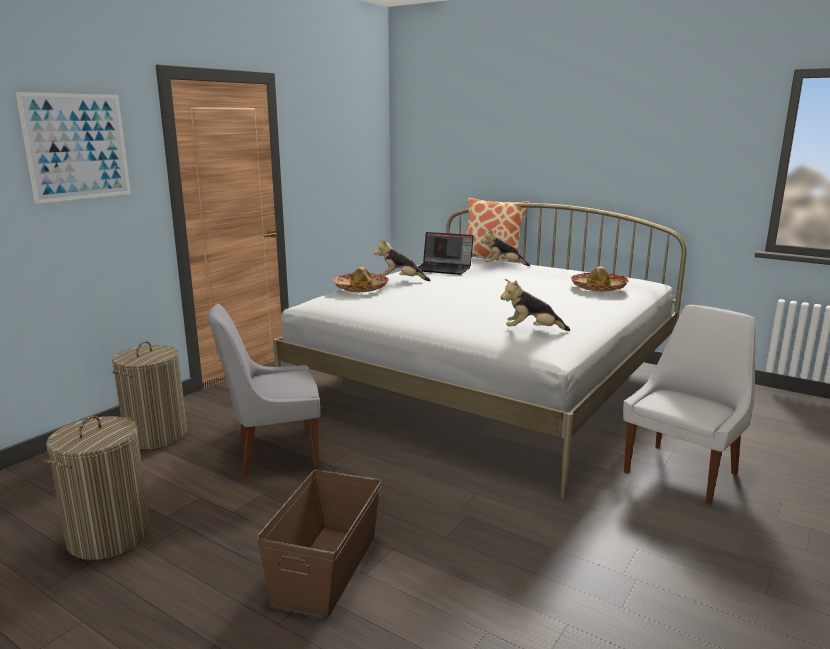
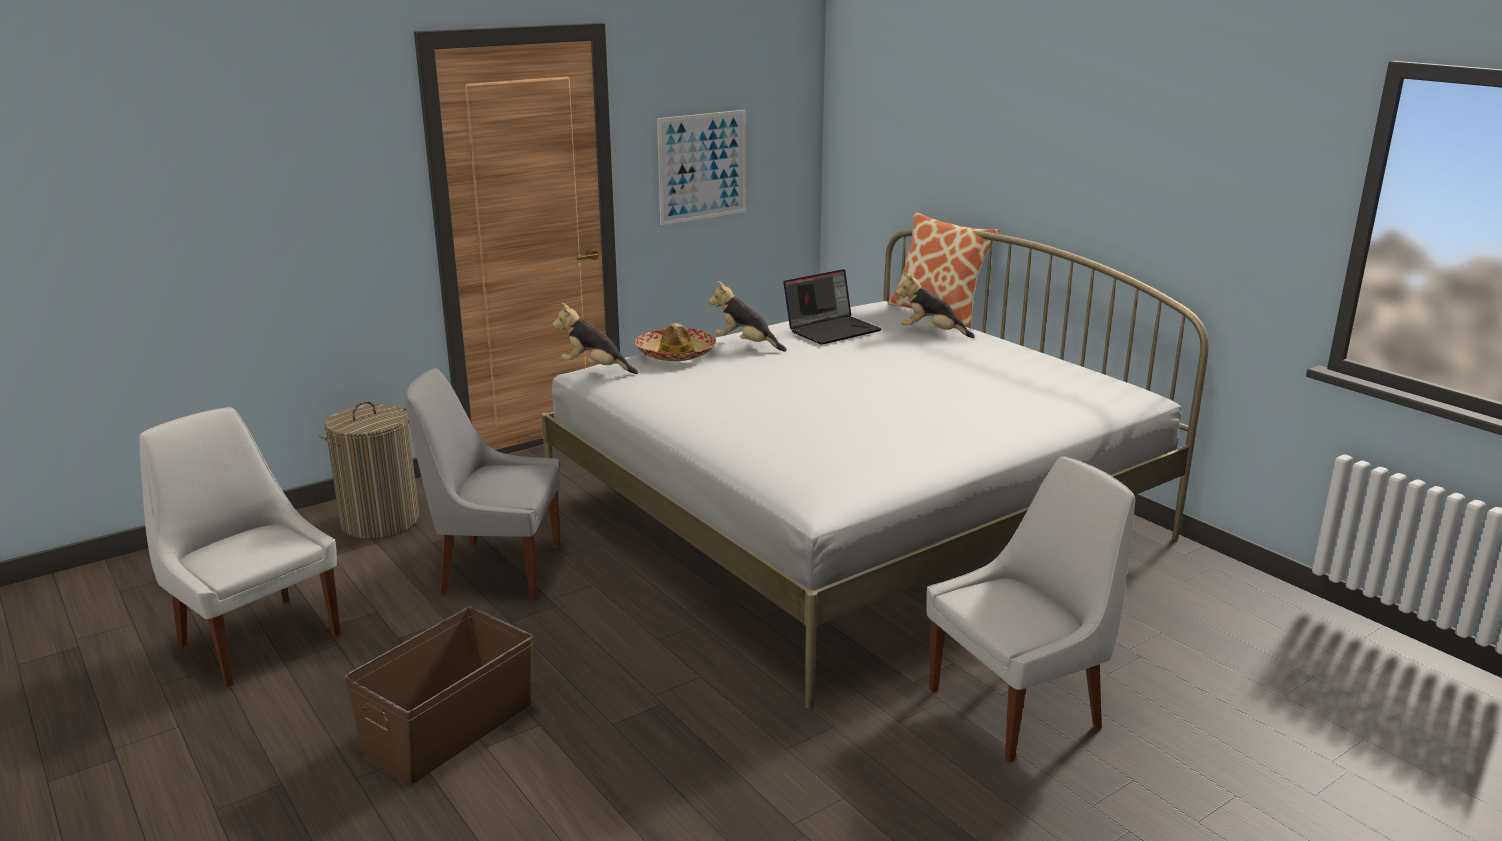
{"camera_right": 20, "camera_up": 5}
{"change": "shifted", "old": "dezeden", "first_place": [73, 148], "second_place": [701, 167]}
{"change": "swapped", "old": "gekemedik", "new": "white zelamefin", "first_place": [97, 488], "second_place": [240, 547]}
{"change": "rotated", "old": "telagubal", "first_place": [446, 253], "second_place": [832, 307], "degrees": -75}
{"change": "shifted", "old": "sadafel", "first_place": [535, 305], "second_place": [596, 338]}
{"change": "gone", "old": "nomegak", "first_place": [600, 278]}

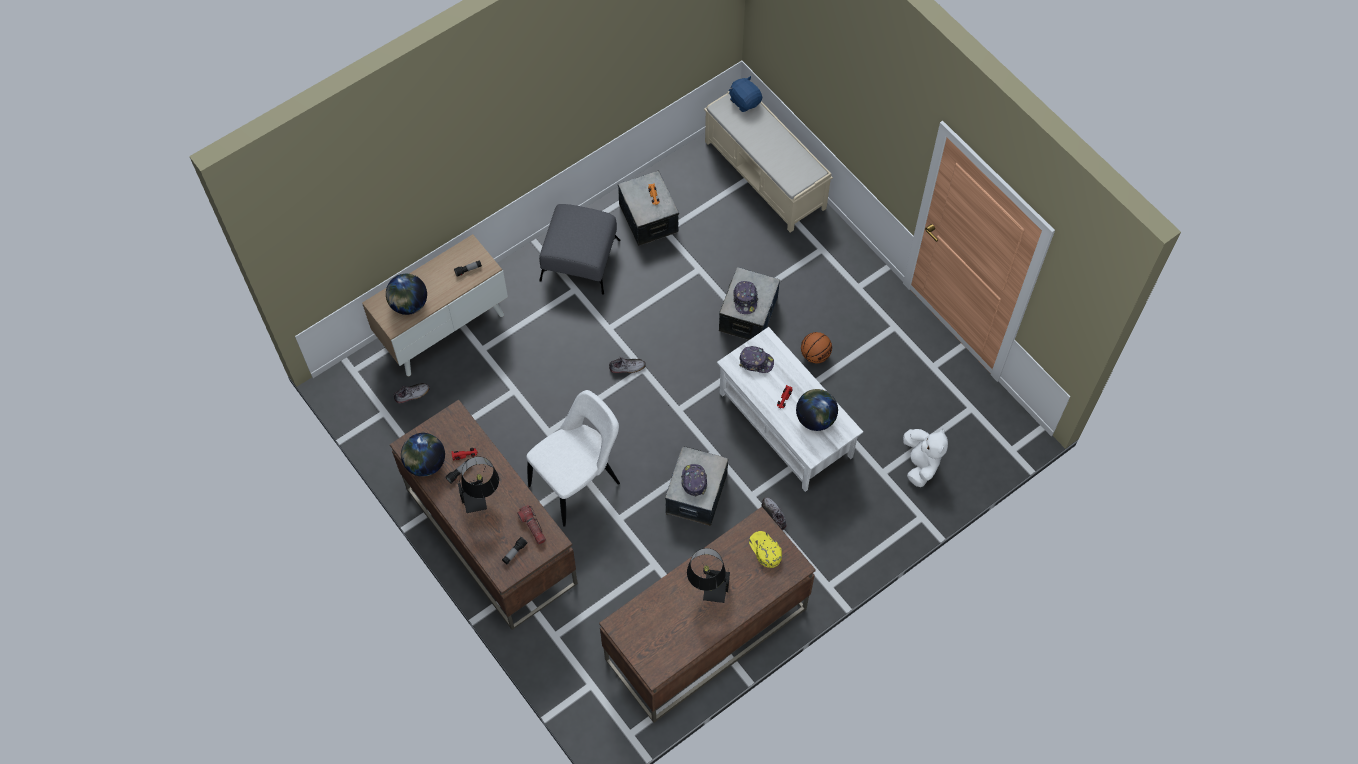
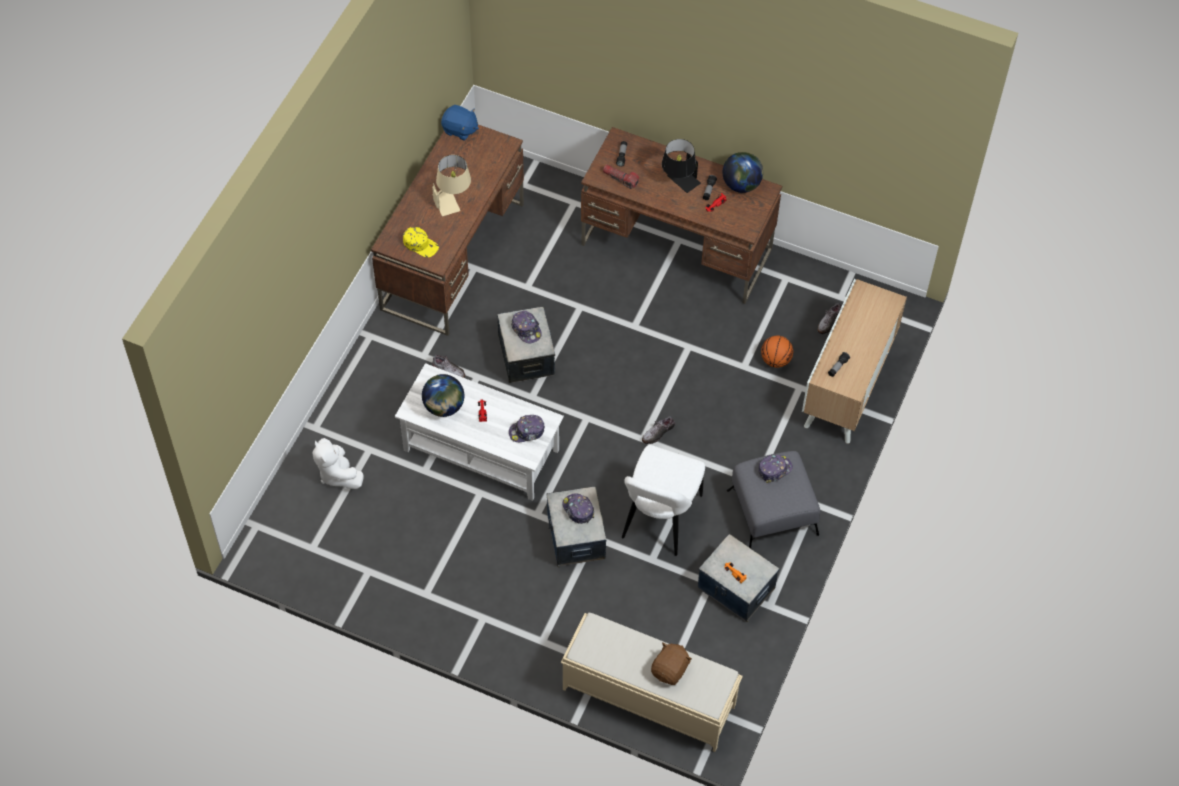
{"camera_right": 150, "camera_up": -5}
{"change": "gone", "old": "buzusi", "first_place": [406, 294]}
{"change": "shifted", "old": "white zelamefin", "first_place": [573, 458], "second_place": [663, 500]}
{"change": "repainted", "old": "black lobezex", "new": "beige lobezex", "first_place": [708, 575], "second_place": [451, 185]}
{"change": "shifted", "old": "blue sadafel", "first_place": [745, 94], "second_place": [460, 123]}
{"change": "shifted", "old": "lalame", "first_place": [816, 347], "second_place": [777, 352]}
{"change": "new", "new": "brown sadafel", "second_place": [671, 663]}
{"change": "new", "new": "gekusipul", "second_place": [775, 468]}

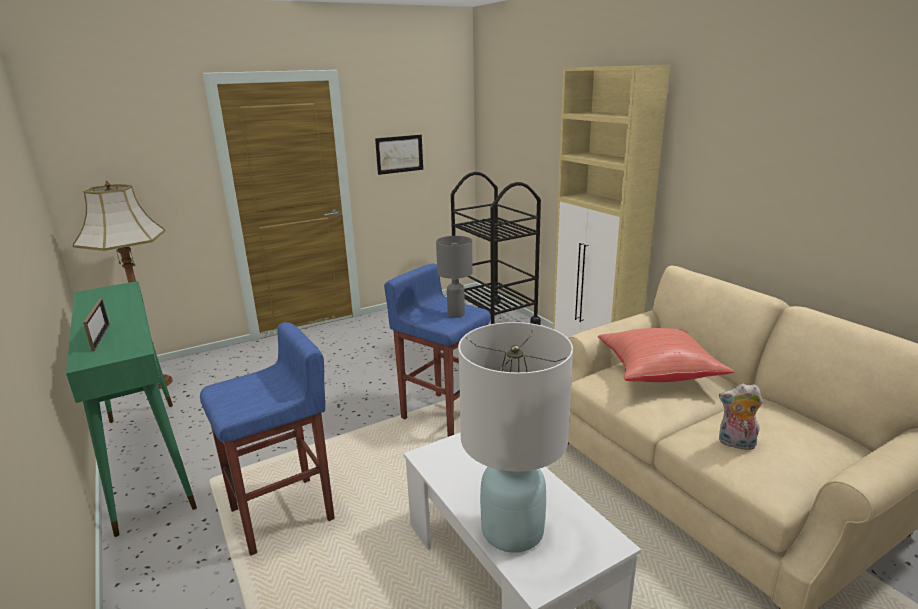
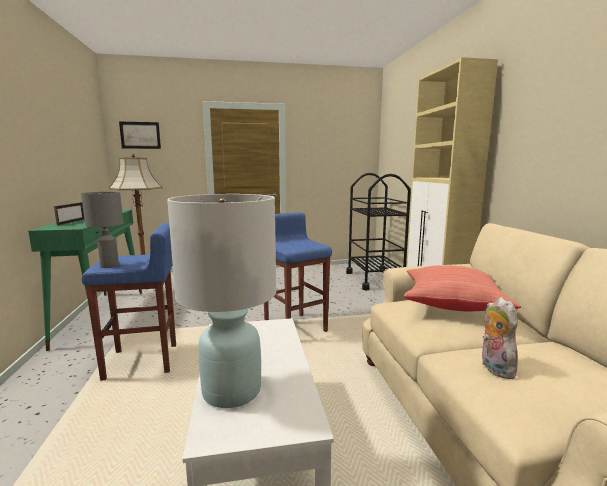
{"camera_right": 20, "camera_up": -10}
{"change": "shifted", "old": "dezeden", "first_place": [399, 155], "second_place": [140, 135]}
{"change": "shifted", "old": "grey lobezex", "first_place": [454, 277], "second_place": [102, 230]}
{"change": "rotated", "old": "sadafel", "first_place": [741, 417], "second_place": [500, 338], "degrees": 45}

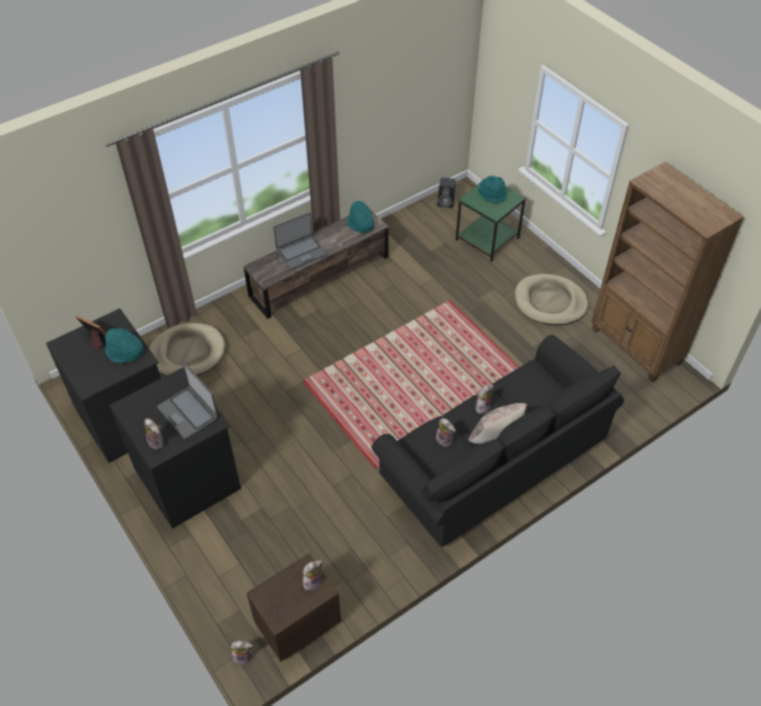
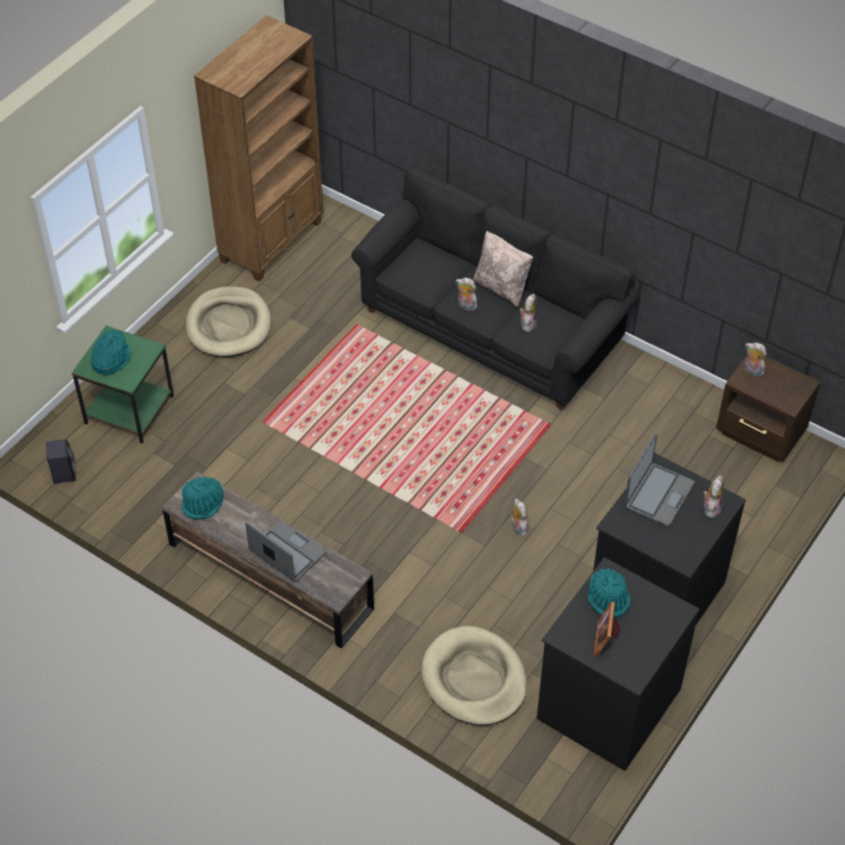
{"camera_right": -110, "camera_up": 0}
{"change": "shifted", "old": "sadafel", "first_place": [242, 652], "second_place": [520, 517]}

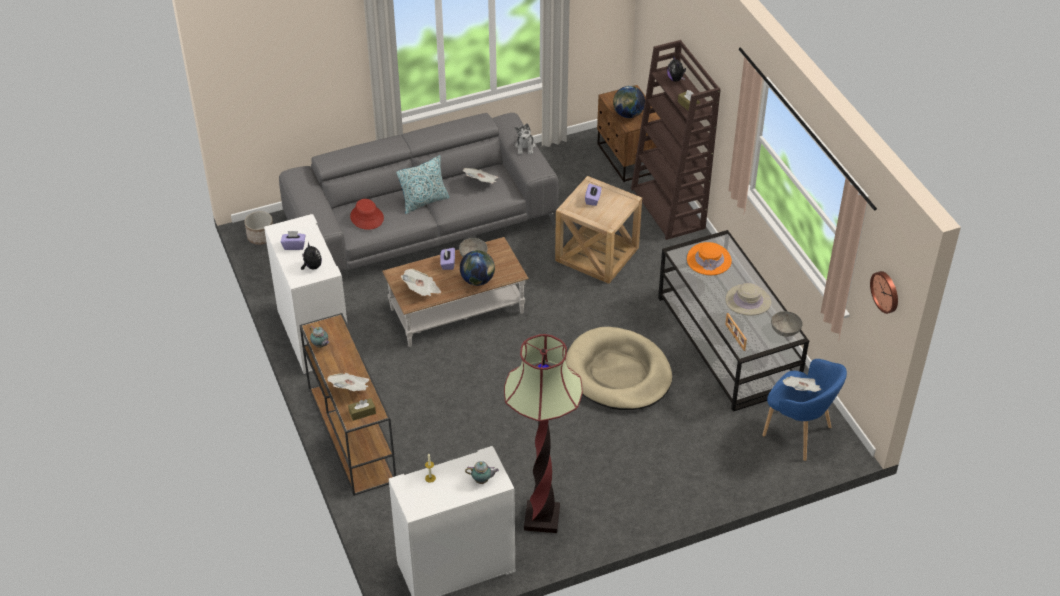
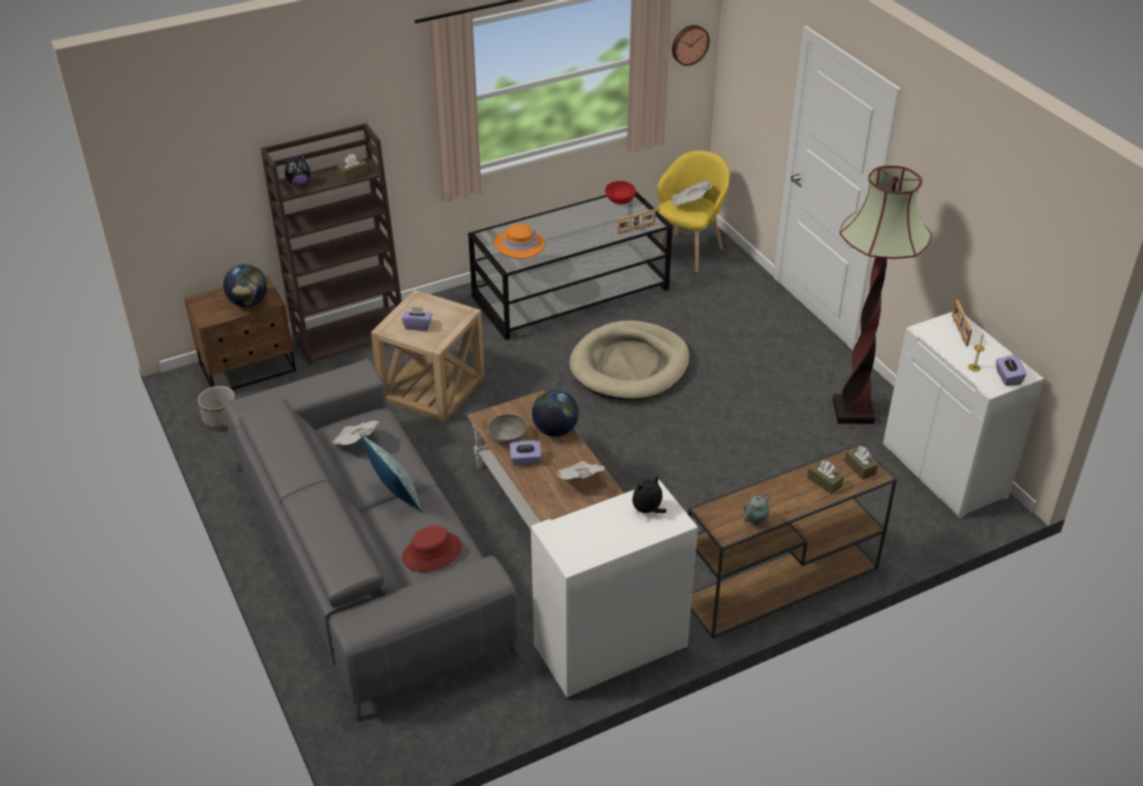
{"camera_right": -95, "camera_up": -5}
{"change": "shifted", "old": "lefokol", "first_place": [259, 228], "second_place": [217, 407]}
{"change": "shifted", "old": "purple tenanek", "first_place": [293, 240], "second_place": [1011, 370]}
{"change": "swapped", "old": "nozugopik", "new": "brown tenanek", "first_place": [348, 382], "second_place": [825, 477]}
{"change": "swapped", "old": "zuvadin", "new": "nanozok", "first_place": [482, 472], "second_place": [962, 322]}
{"change": "gone", "old": "sadafel", "first_place": [525, 138]}
{"change": "gone", "old": "beige nomegak", "first_place": [748, 299]}
{"change": "repainted", "old": "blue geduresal", "new": "yellow geduresal", "first_place": [804, 410], "second_place": [693, 212]}
{"change": "repainted", "old": "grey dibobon", "new": "red dibobon", "first_place": [787, 324], "second_place": [620, 192]}

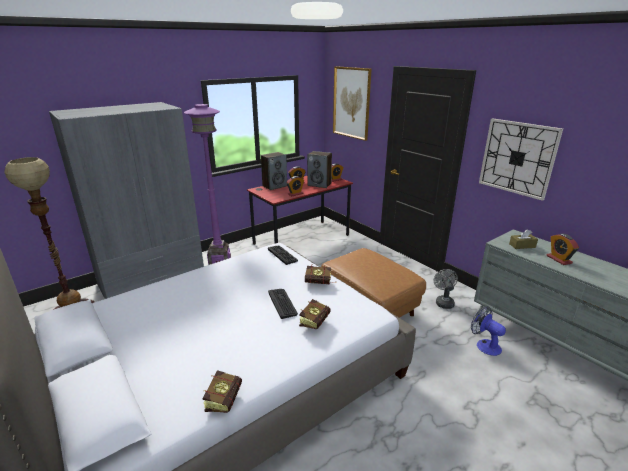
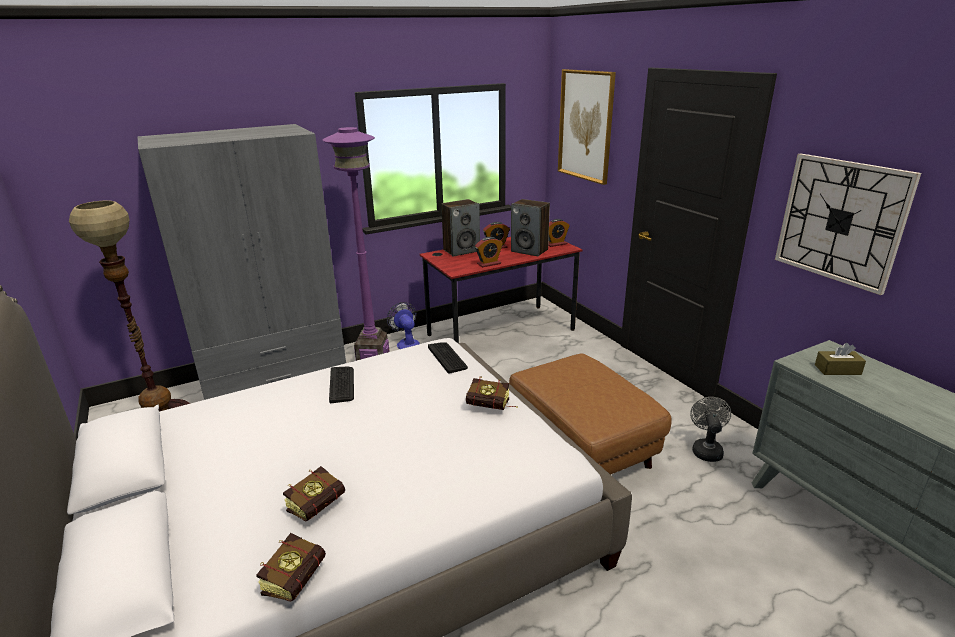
{"camera_right": 10, "camera_up": 0}
{"change": "shifted", "old": "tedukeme", "first_place": [283, 304], "second_place": [341, 385]}
{"change": "shifted", "old": "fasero", "first_place": [315, 314], "second_place": [314, 494]}
{"change": "shifted", "old": "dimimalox", "first_place": [488, 331], "second_place": [403, 325]}
{"change": "gone", "old": "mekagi", "first_place": [563, 249]}

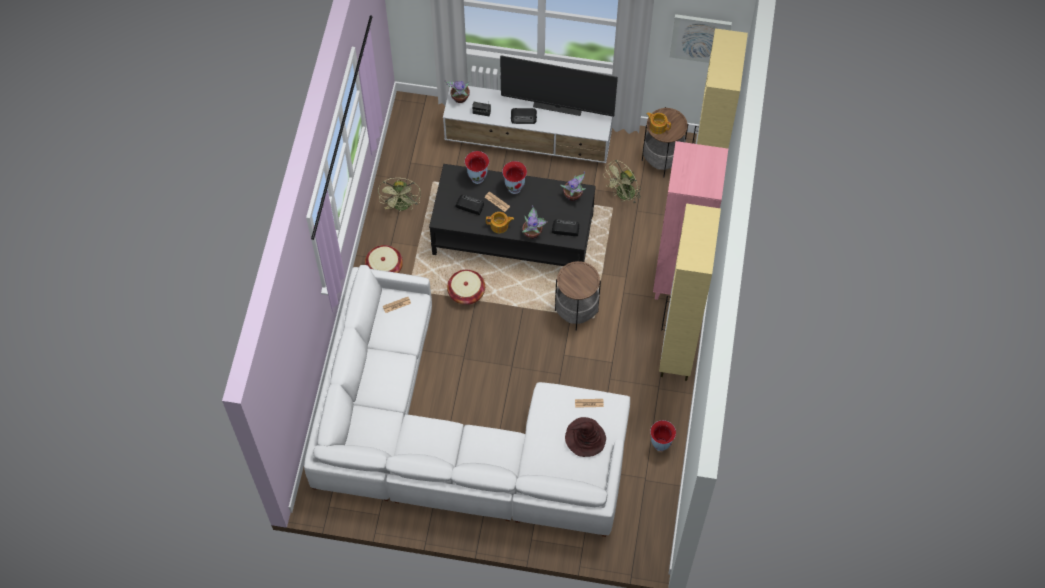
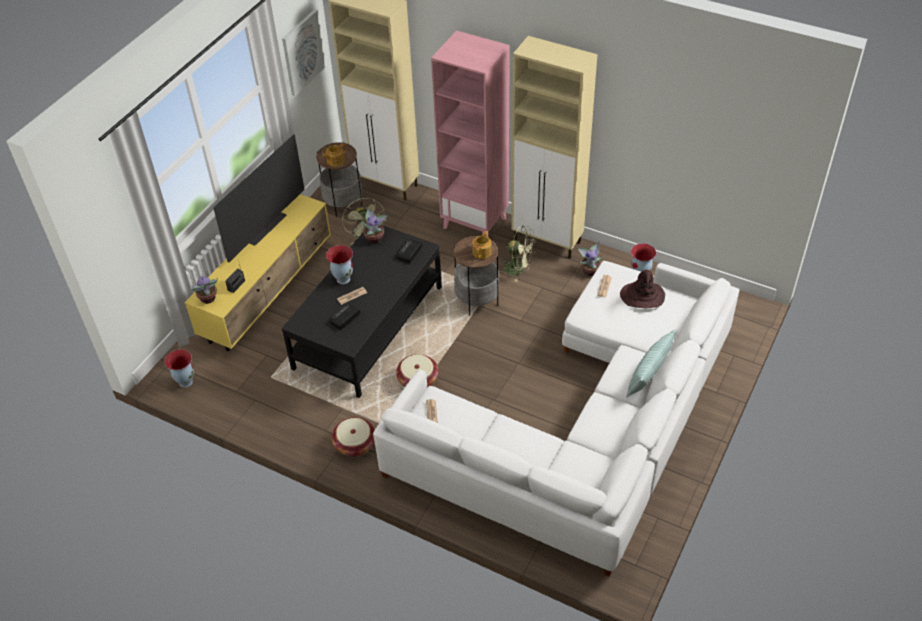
{"camera_right": -70, "camera_up": -15}
{"change": "shifted", "old": "green dimimalox", "first_place": [399, 194], "second_place": [519, 253]}
{"change": "repainted", "old": "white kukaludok", "new": "yellow kukaludok", "first_place": [528, 124], "second_place": [258, 272]}
{"change": "shifted", "old": "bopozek", "first_place": [477, 167], "second_place": [179, 368]}
{"change": "shifted", "old": "zuvadin", "first_place": [500, 222], "second_place": [482, 245]}
{"change": "gone", "old": "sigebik", "first_place": [524, 116]}
{"change": "shifted", "old": "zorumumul", "first_place": [534, 222], "second_place": [590, 258]}
{"change": "new", "new": "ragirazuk", "second_place": [651, 363]}

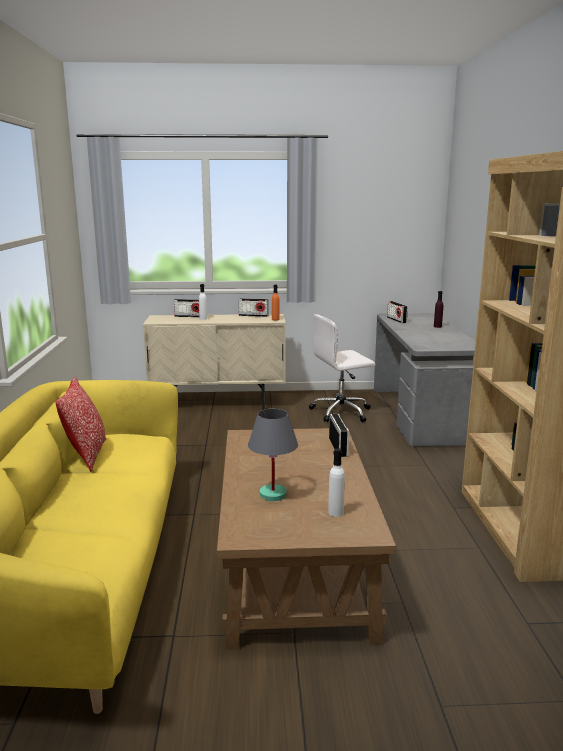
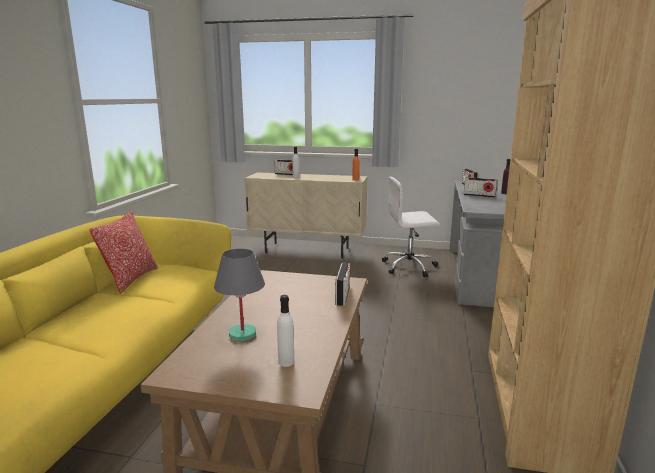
{"camera_right": 15, "camera_up": 0}
{"change": "shifted", "old": "sigebik", "first_place": [253, 307], "second_place": [480, 187]}

